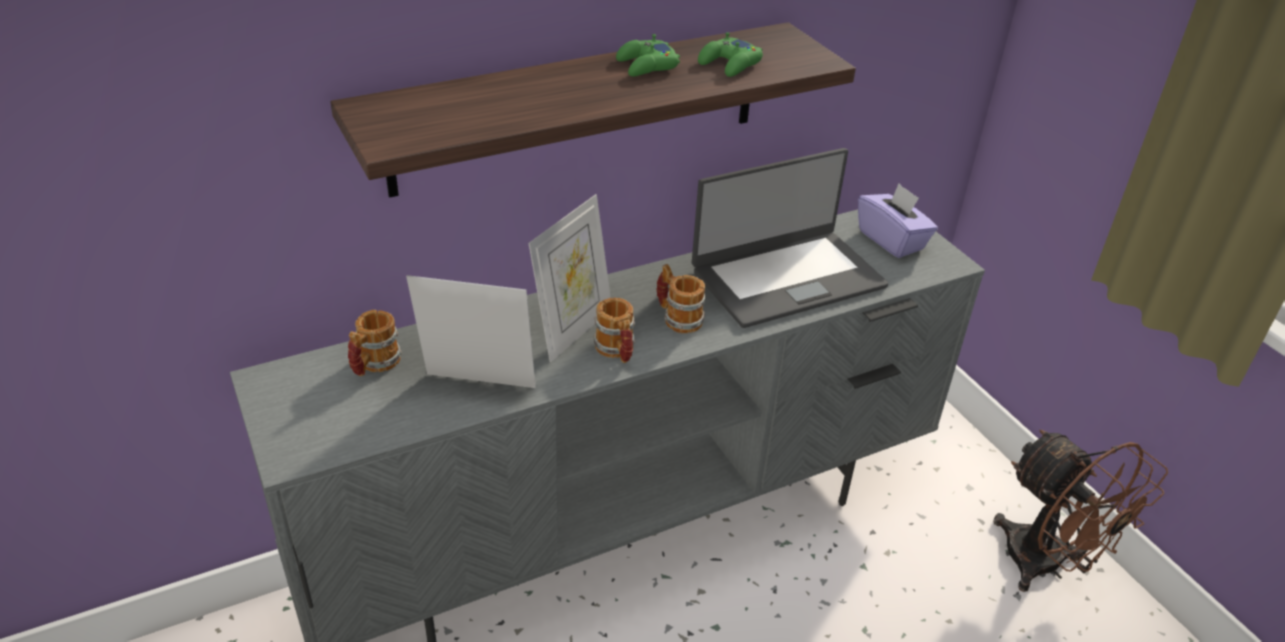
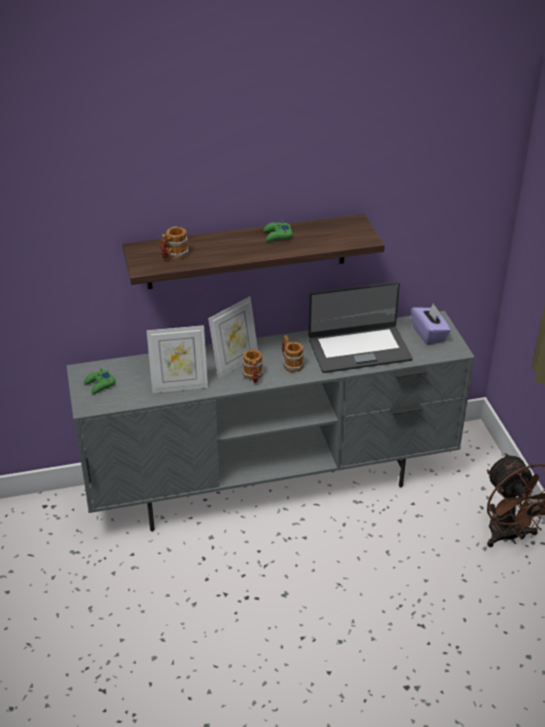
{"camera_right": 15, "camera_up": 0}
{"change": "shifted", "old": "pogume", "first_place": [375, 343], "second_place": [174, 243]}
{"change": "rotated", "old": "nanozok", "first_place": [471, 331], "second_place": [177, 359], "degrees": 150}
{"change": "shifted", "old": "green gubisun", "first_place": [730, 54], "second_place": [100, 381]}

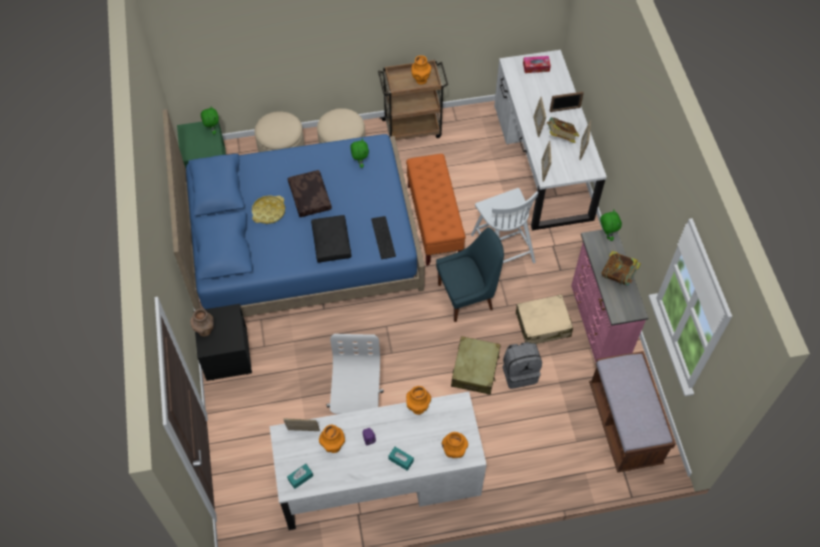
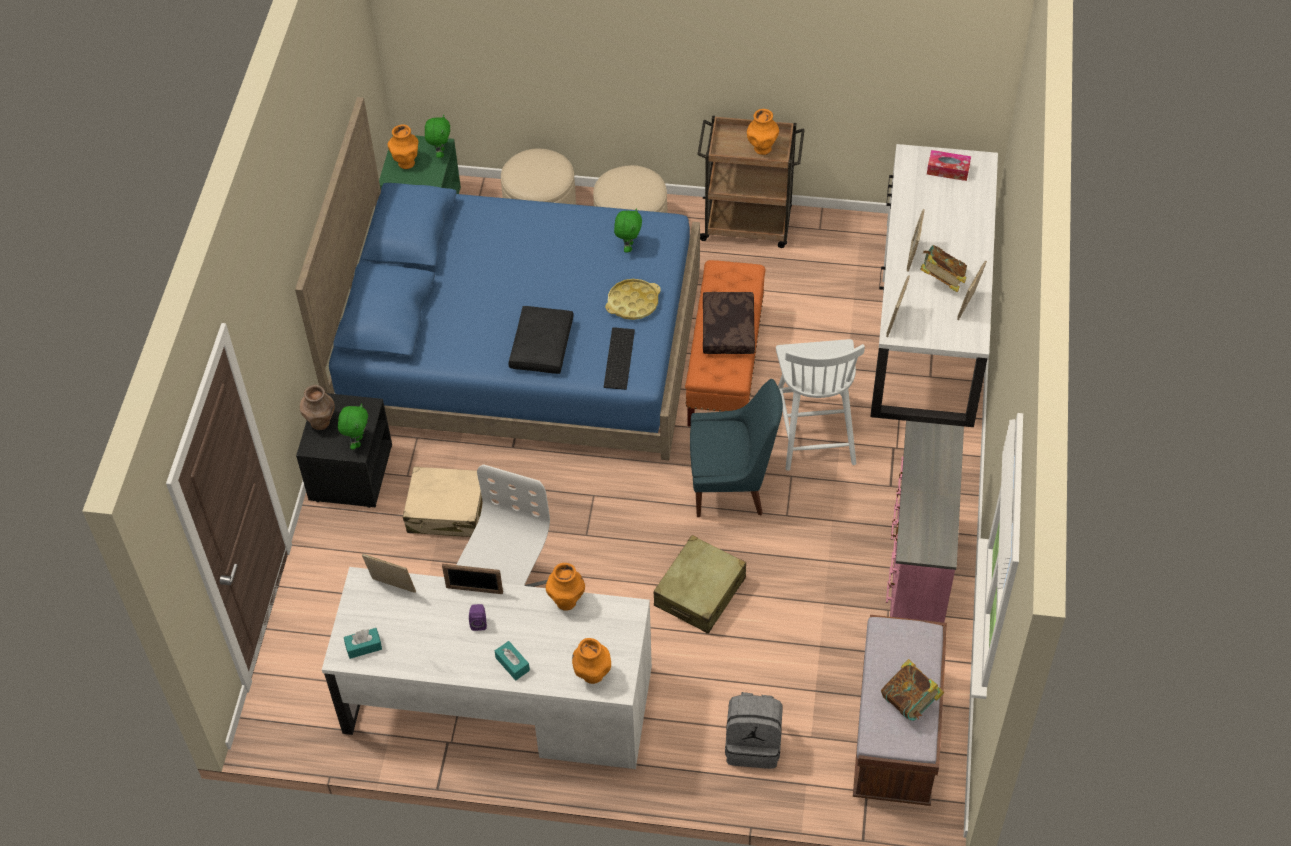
{"camera_right": 20, "camera_up": -5}
{"change": "shifted", "old": "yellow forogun", "first_place": [268, 209], "second_place": [633, 299]}
{"change": "shifted", "old": "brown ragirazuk", "first_place": [310, 193], "second_place": [729, 323]}
{"change": "shifted", "old": "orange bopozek", "first_place": [332, 439], "second_place": [403, 146]}
{"change": "shifted", "old": "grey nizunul", "first_place": [522, 365], "second_place": [754, 730]}
{"change": "shifted", "old": "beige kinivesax", "first_place": [544, 319], "second_place": [442, 502]}
{"change": "shifted", "old": "nanozok", "first_place": [567, 102], "second_place": [472, 579]}
{"change": "shifted", "old": "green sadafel", "first_place": [611, 225], "second_place": [353, 426]}
{"change": "shifted", "old": "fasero", "first_place": [621, 267], "second_place": [912, 690]}

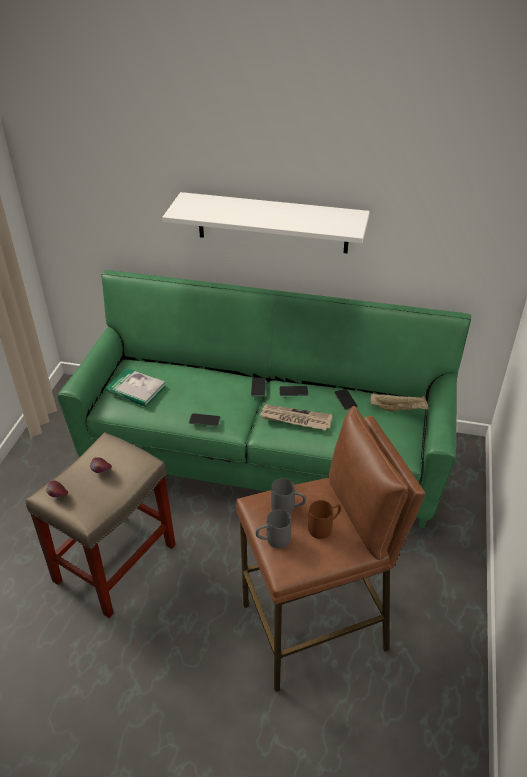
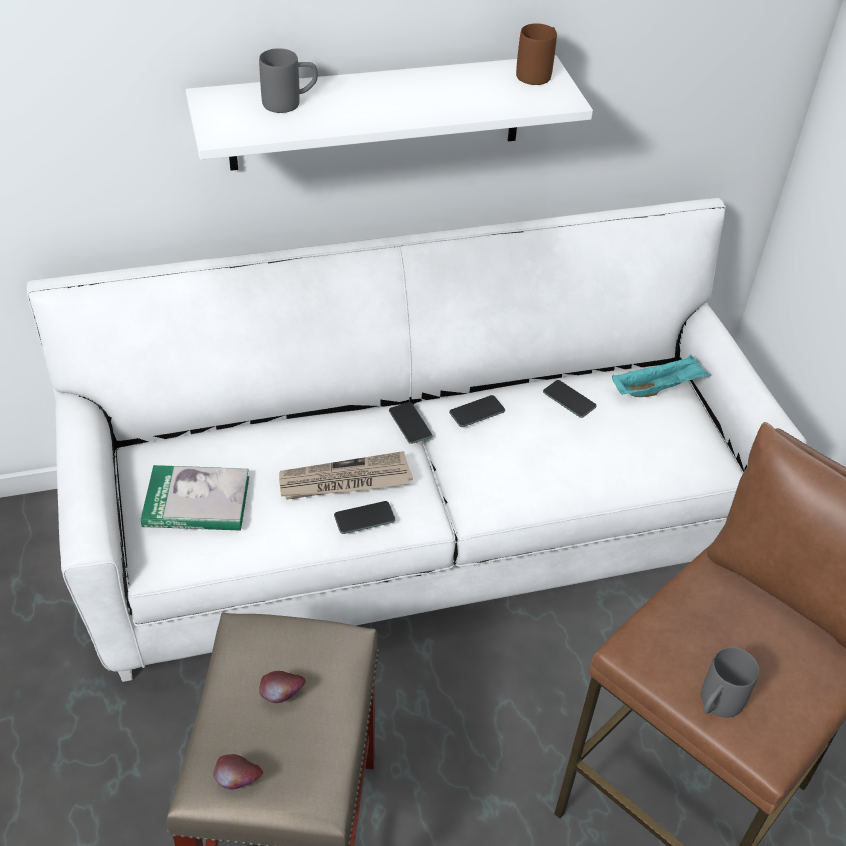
{"camera_right": -30, "camera_up": 5}
{"change": "repainted", "old": "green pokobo", "new": "white pokobo", "first_place": [264, 399], "second_place": [416, 440]}
{"change": "shifted", "old": "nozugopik", "first_place": [296, 417], "second_place": [346, 475]}
{"change": "shifted", "old": "grey pogume", "first_place": [288, 496], "second_place": [288, 80]}
{"change": "shifted", "old": "brown pogume", "first_place": [324, 519], "second_place": [536, 54]}
{"change": "repainted", "old": "beige forogun", "new": "turquoise forogun", "first_place": [399, 403], "second_place": [661, 376]}

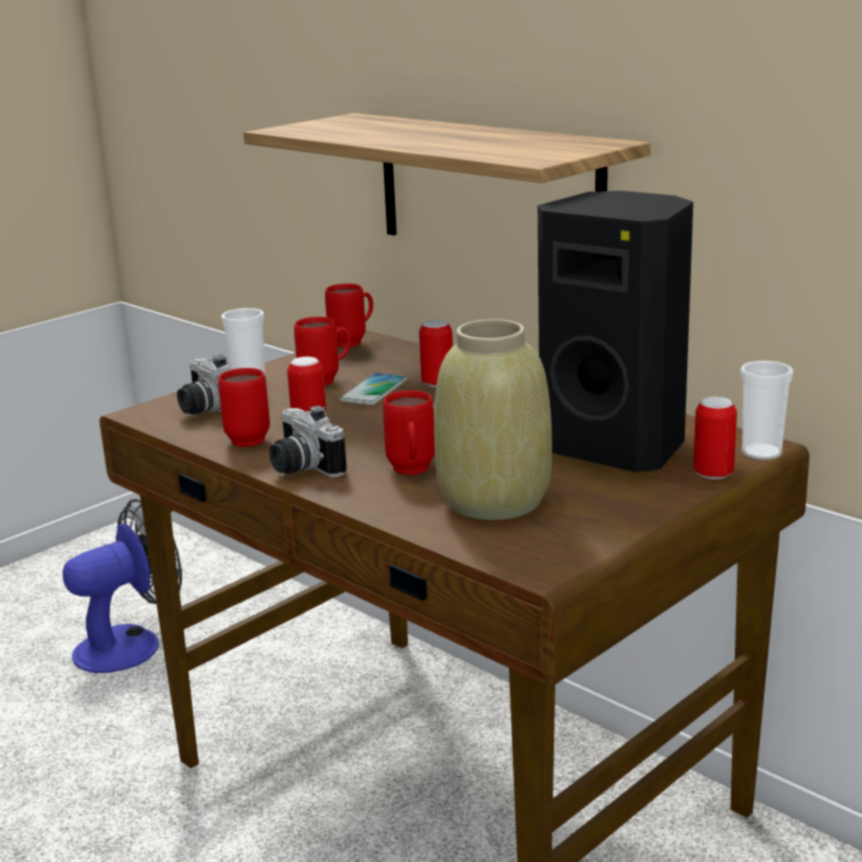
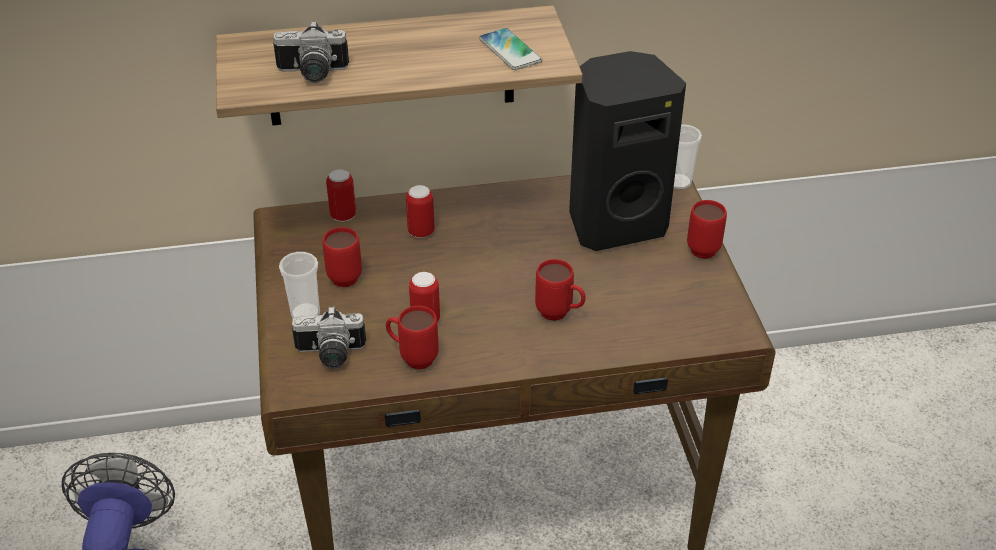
{"camera_right": -55, "camera_up": 20}
{"change": "shifted", "old": "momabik", "first_place": [308, 441], "second_place": [311, 52]}
{"change": "shifted", "old": "red pogume", "first_place": [349, 315], "second_place": [707, 229]}
{"change": "shifted", "old": "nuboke", "first_place": [373, 389], "second_place": [510, 49]}
{"change": "gone", "old": "beige bopozek", "first_place": [493, 419]}
{"change": "shifted", "old": "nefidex", "first_place": [715, 438], "second_place": [341, 195]}

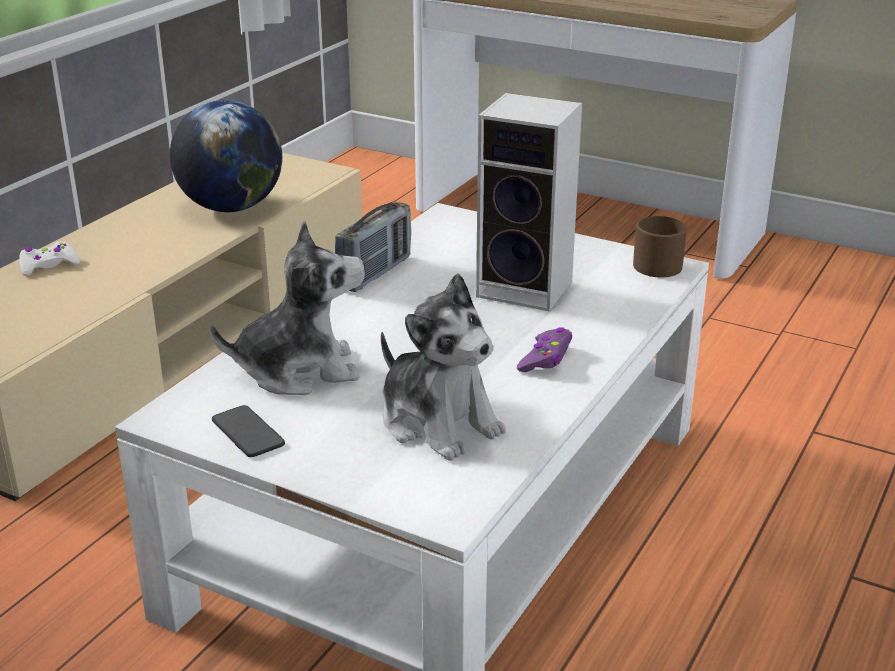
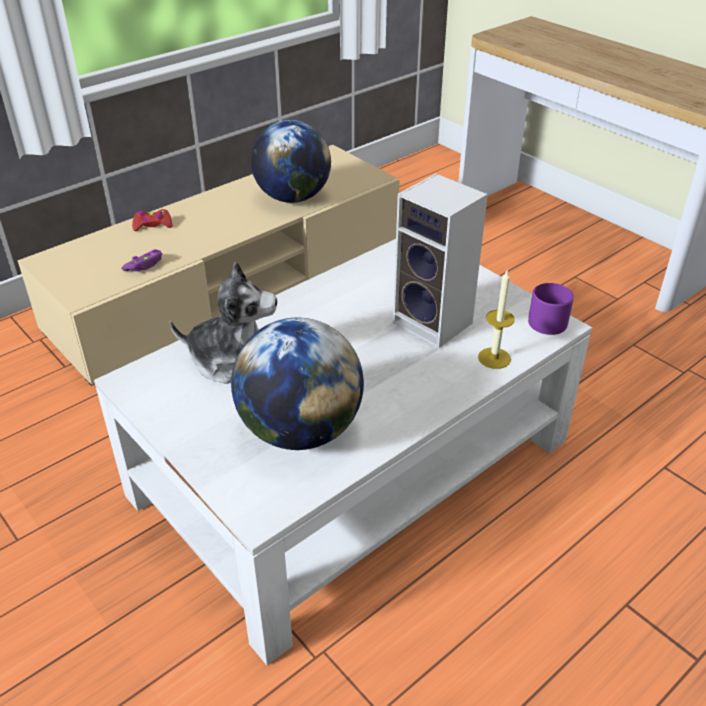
{"camera_right": 20, "camera_up": 10}
{"change": "repainted", "old": "white gubisun", "new": "red gubisun", "first_place": [49, 258], "second_place": [152, 220]}
{"change": "gone", "old": "nuboke", "first_place": [248, 431]}
{"change": "gone", "old": "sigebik", "first_place": [373, 247]}
{"change": "swapped", "old": "sadafel", "new": "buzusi", "first_place": [443, 367], "second_place": [297, 384]}
{"change": "shifted", "old": "purple gubisun", "first_place": [544, 349], "second_place": [141, 260]}
{"change": "repainted", "old": "brown pogume", "new": "purple pogume", "first_place": [660, 246], "second_place": [551, 309]}
{"change": "new", "new": "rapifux", "second_place": [496, 320]}

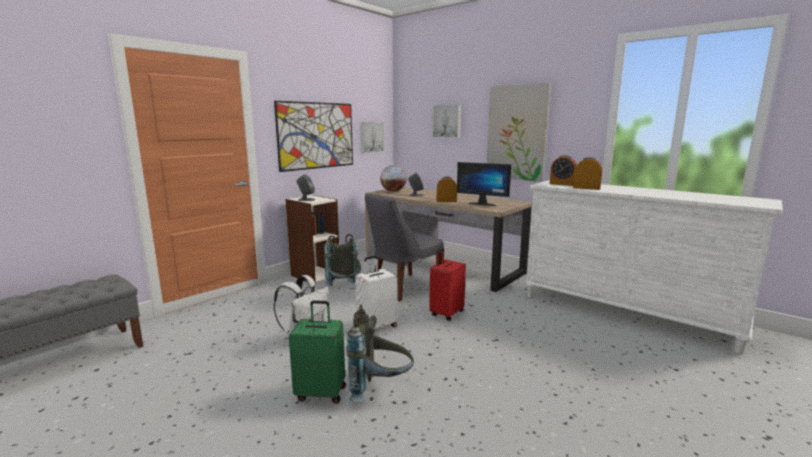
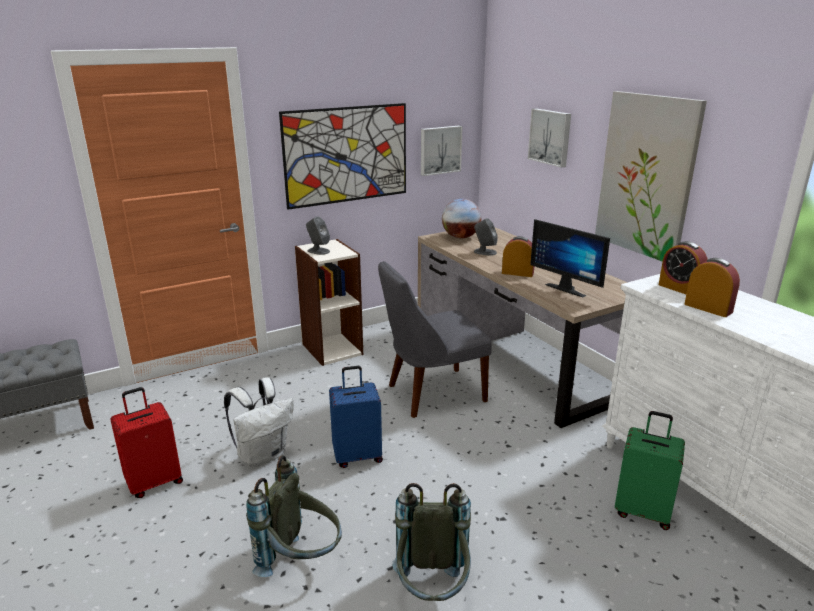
{"camera_right": 20, "camera_up": 10}
{"change": "shifted", "old": "green kinivesax", "first_place": [317, 351], "second_place": [650, 470]}
{"change": "shifted", "old": "grey nizunul", "first_place": [342, 260], "second_place": [431, 542]}
{"change": "repainted", "old": "white kinivesax", "new": "blue kinivesax", "first_place": [376, 294], "second_place": [356, 417]}
{"change": "shifted", "old": "red kinivesax", "first_place": [447, 284], "second_place": [146, 442]}

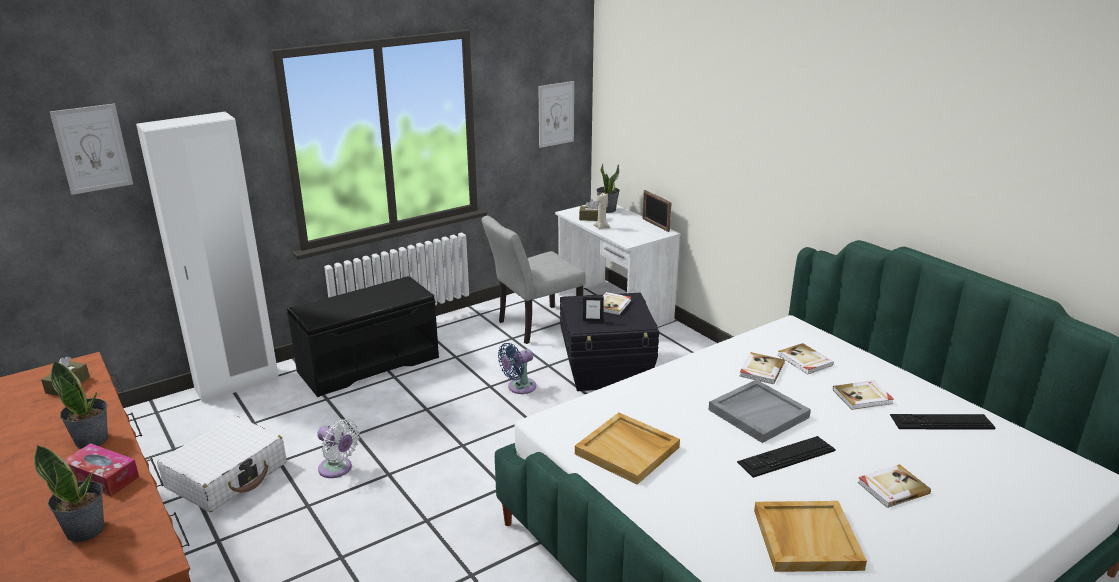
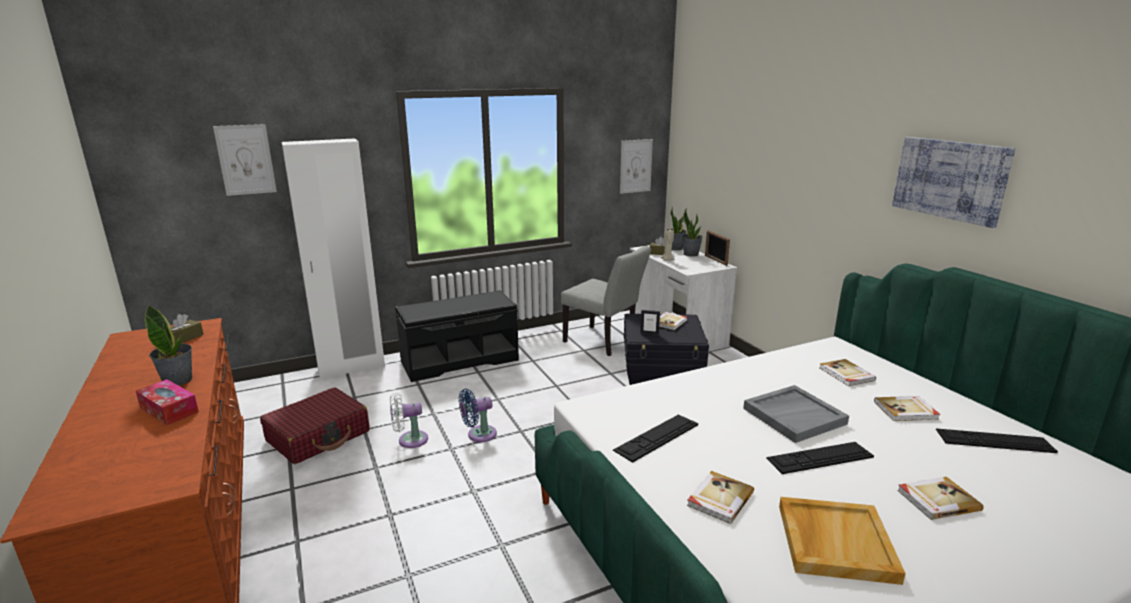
{"camera_right": 10, "camera_up": -5}
{"change": "shifted", "old": "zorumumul", "first_place": [69, 493], "second_place": [692, 233]}
{"change": "repainted", "old": "white kinivesax", "new": "red kinivesax", "first_place": [222, 464], "second_place": [315, 426]}
{"change": "rotated", "old": "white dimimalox", "first_place": [338, 448], "second_place": [409, 420], "degrees": 120}
{"change": "rotated", "old": "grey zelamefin", "first_place": [534, 280], "second_place": [606, 301], "degrees": -120}
{"change": "shifted", "old": "blue dimimalox", "first_place": [517, 368], "second_place": [478, 415]}
{"change": "swapped", "old": "beige forogun", "new": "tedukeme", "first_place": [627, 449], "second_place": [655, 439]}
{"change": "shifted", "old": "fasero", "first_place": [762, 368], "second_place": [720, 497]}
{"change": "new", "new": "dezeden", "second_place": [953, 182]}

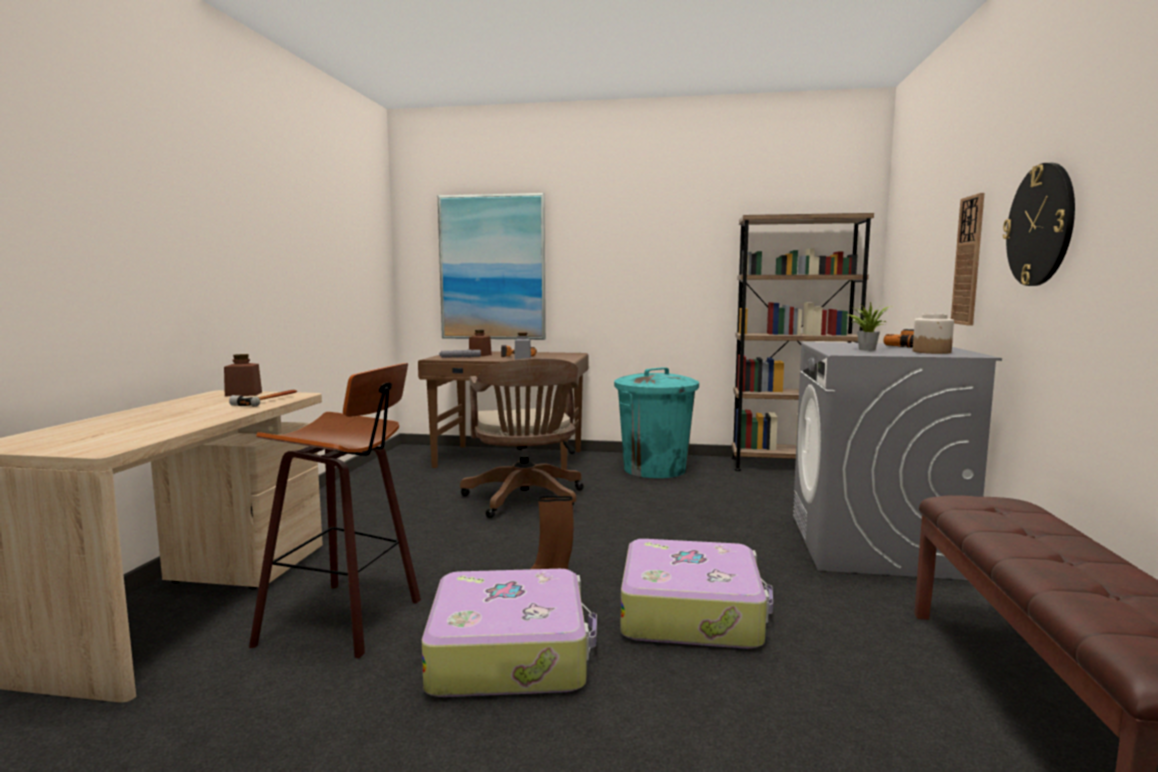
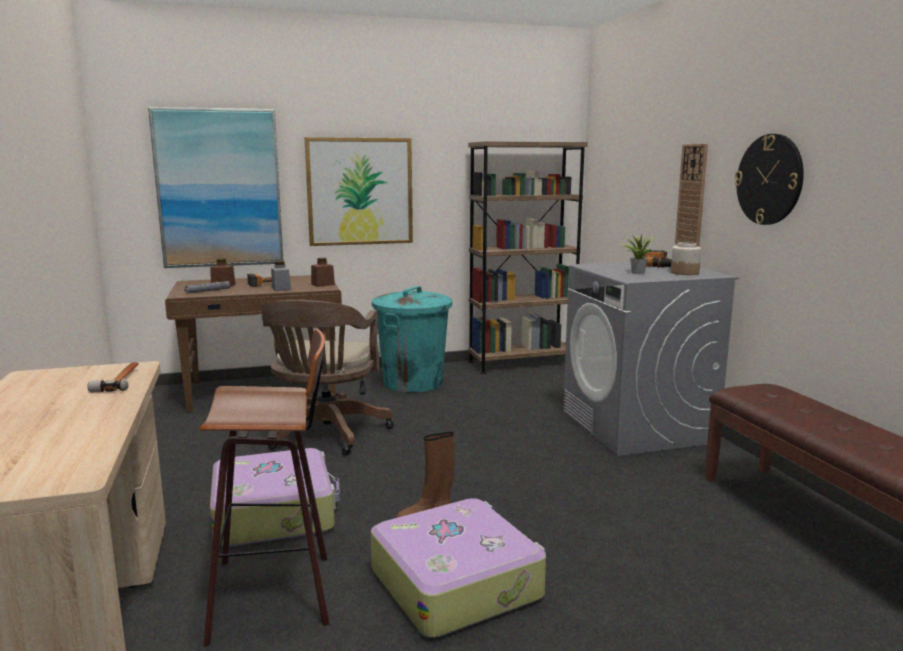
{"camera_right": -25, "camera_up": 5}
{"change": "shifted", "old": "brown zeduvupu", "first_place": [243, 375], "second_place": [323, 272]}
{"change": "rotated", "old": "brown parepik", "first_place": [522, 438], "second_place": [327, 378], "degrees": 45}
{"change": "shifted", "old": "kinivesax", "first_place": [697, 594], "second_place": [275, 497]}
{"change": "new", "new": "dezeden", "second_place": [358, 191]}

